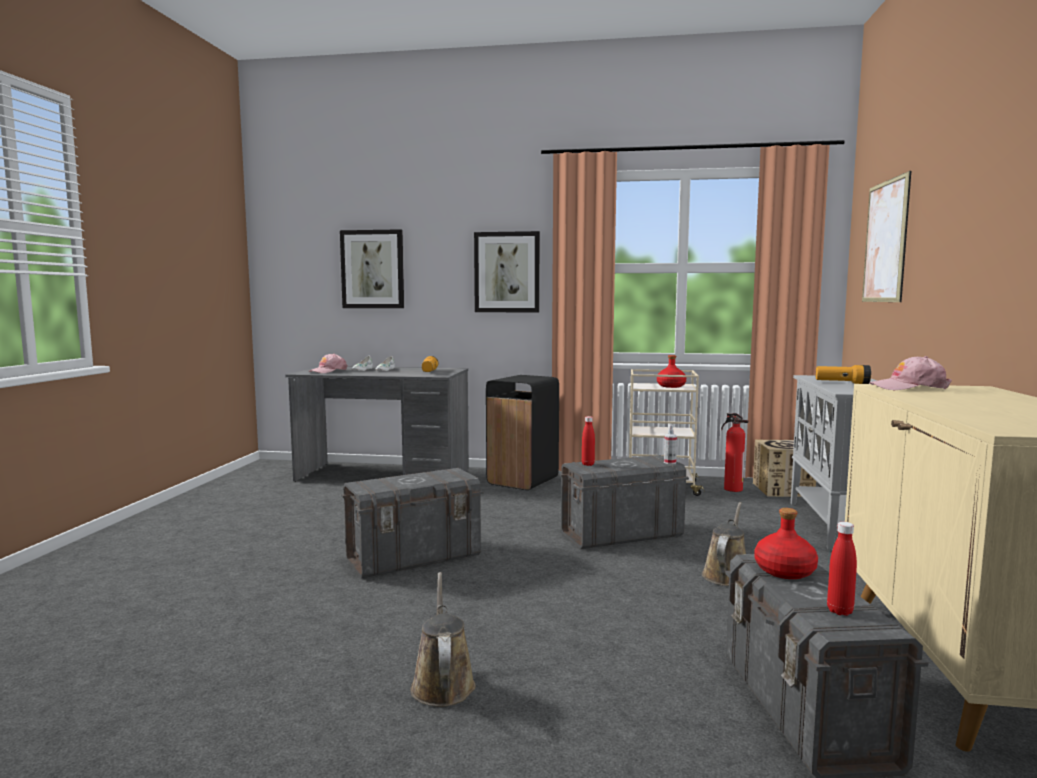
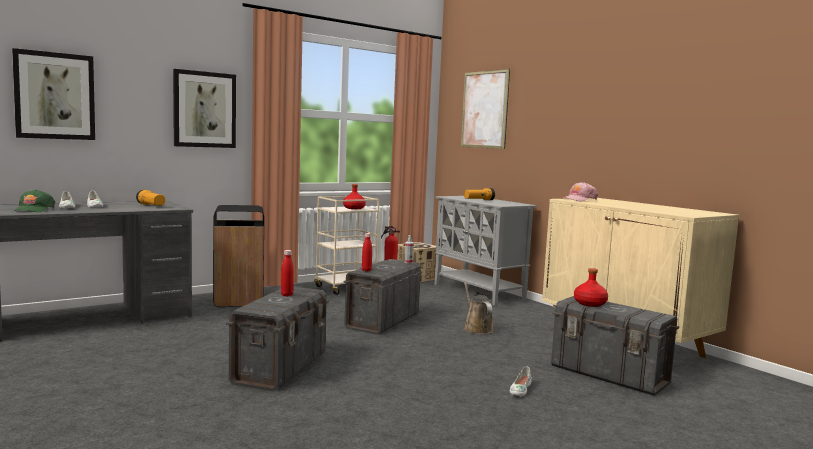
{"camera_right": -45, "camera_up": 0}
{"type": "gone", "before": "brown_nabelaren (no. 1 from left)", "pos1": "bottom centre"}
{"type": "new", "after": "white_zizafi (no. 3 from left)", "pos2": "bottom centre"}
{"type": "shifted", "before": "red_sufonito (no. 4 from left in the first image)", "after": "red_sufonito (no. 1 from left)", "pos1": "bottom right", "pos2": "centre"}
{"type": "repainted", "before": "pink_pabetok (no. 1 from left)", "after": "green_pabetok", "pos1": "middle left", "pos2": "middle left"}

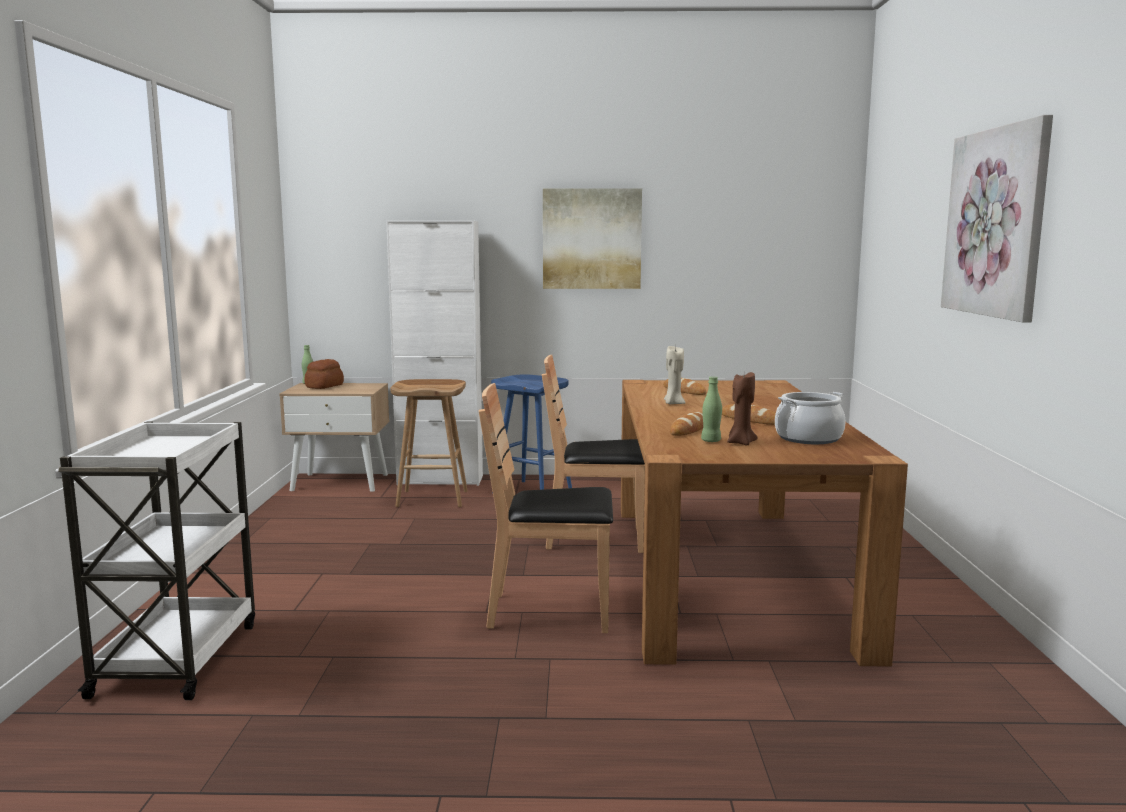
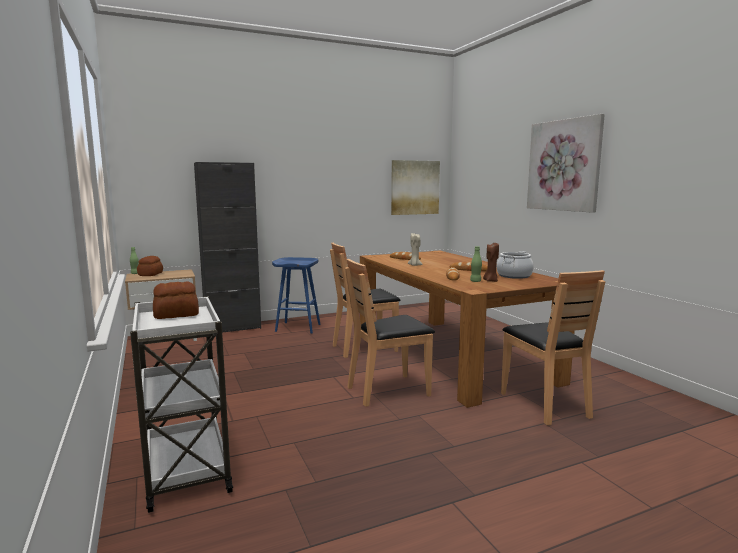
{"camera_right": -25, "camera_up": 0}
{"type": "gone", "before": "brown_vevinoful", "pos1": "centre"}
{"type": "new", "after": "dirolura (no. 2 from left)", "pos2": "middle left"}
{"type": "new", "after": "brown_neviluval (no. 3 from left)", "pos2": "middle right"}
{"type": "shifted", "before": "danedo (no. 1 from left)", "pos1": "top centre", "pos2": "centre"}
{"type": "repainted", "before": "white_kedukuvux", "after": "black_kedukuvux", "pos1": "centre", "pos2": "middle left"}

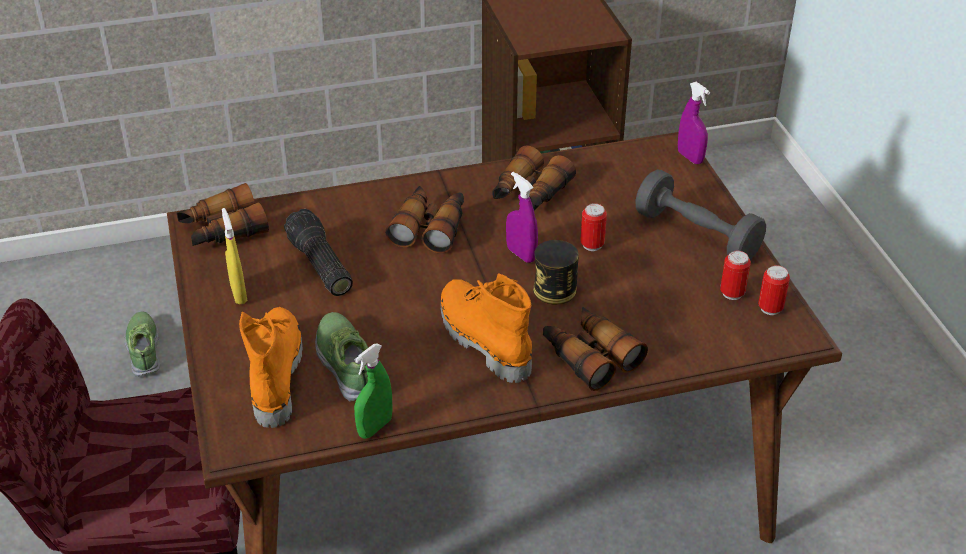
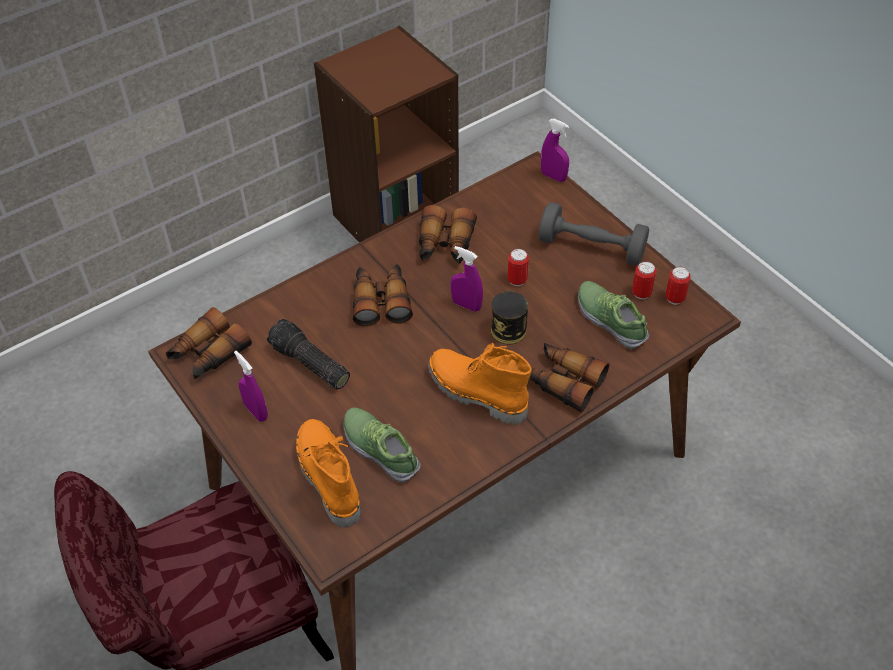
{"camera_right": -20, "camera_up": 10}
{"type": "gone", "before": "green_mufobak", "pos1": "bottom centre"}
{"type": "shifted", "before": "zizafi (no. 1 from left in the first image)", "after": "zizafi (no. 2 from left)", "pos1": "middle left", "pos2": "middle right"}
{"type": "repainted", "before": "yellow_mufobak", "after": "purple_mufobak (no. 1 from left)", "pos1": "middle left", "pos2": "middle left"}

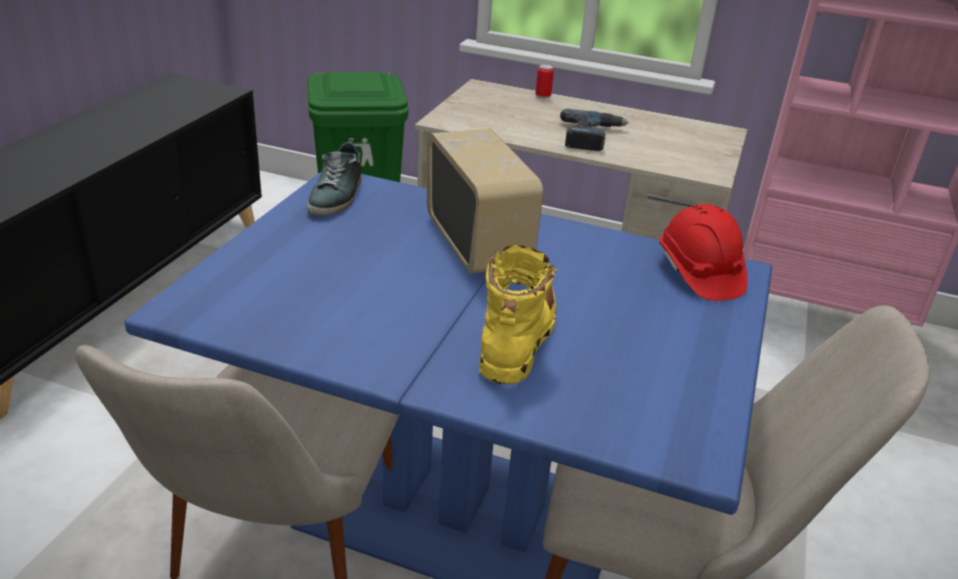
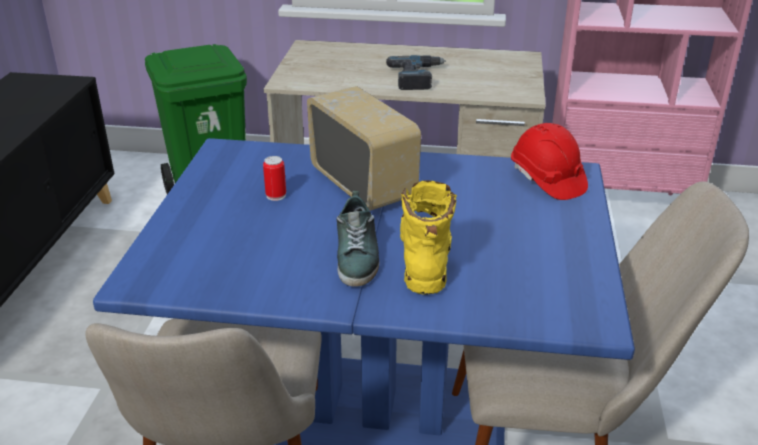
{"camera_right": -10, "camera_up": 0}
{"type": "shifted", "before": "zizafi", "pos1": "top centre", "pos2": "centre"}
{"type": "shifted", "before": "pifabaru", "pos1": "top centre", "pos2": "centre"}

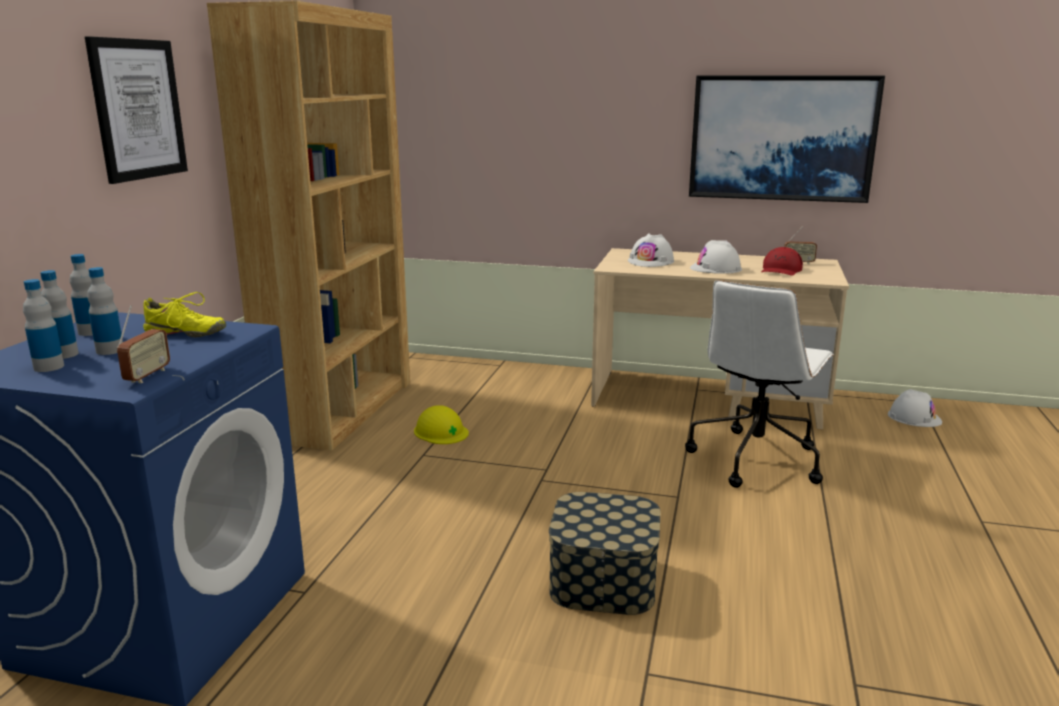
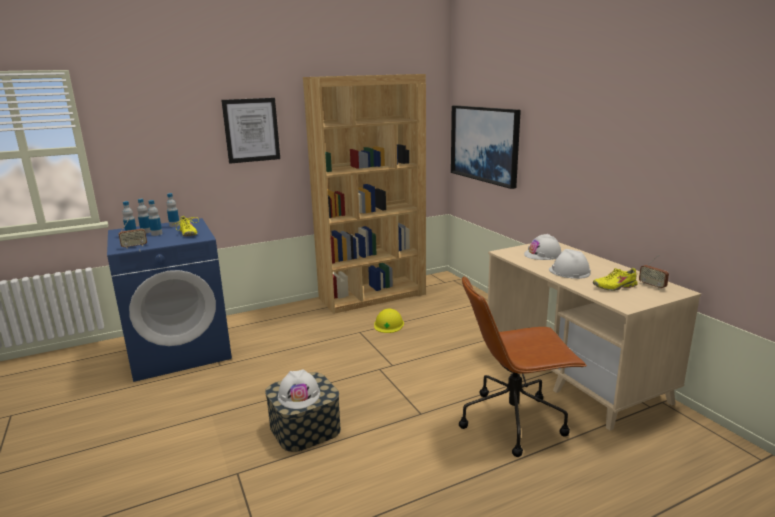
{"camera_right": 50, "camera_up": 0}
{"type": "shifted", "before": "danedo (no. 2 from left)", "pos1": "top right", "pos2": "top centre"}
{"type": "shifted", "before": "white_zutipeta (no. 3 from left in the first image)", "after": "white_zutipeta (no. 1 from left)", "pos1": "middle right", "pos2": "bottom centre"}
{"type": "swapped", "before": "red_pabetok", "after": "yellow_zizafi (no. 2 from left)", "pos1": "middle right", "pos2": "middle right"}
{"type": "repainted", "before": "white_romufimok", "after": "brown_romufimok", "pos1": "middle right", "pos2": "bottom right"}

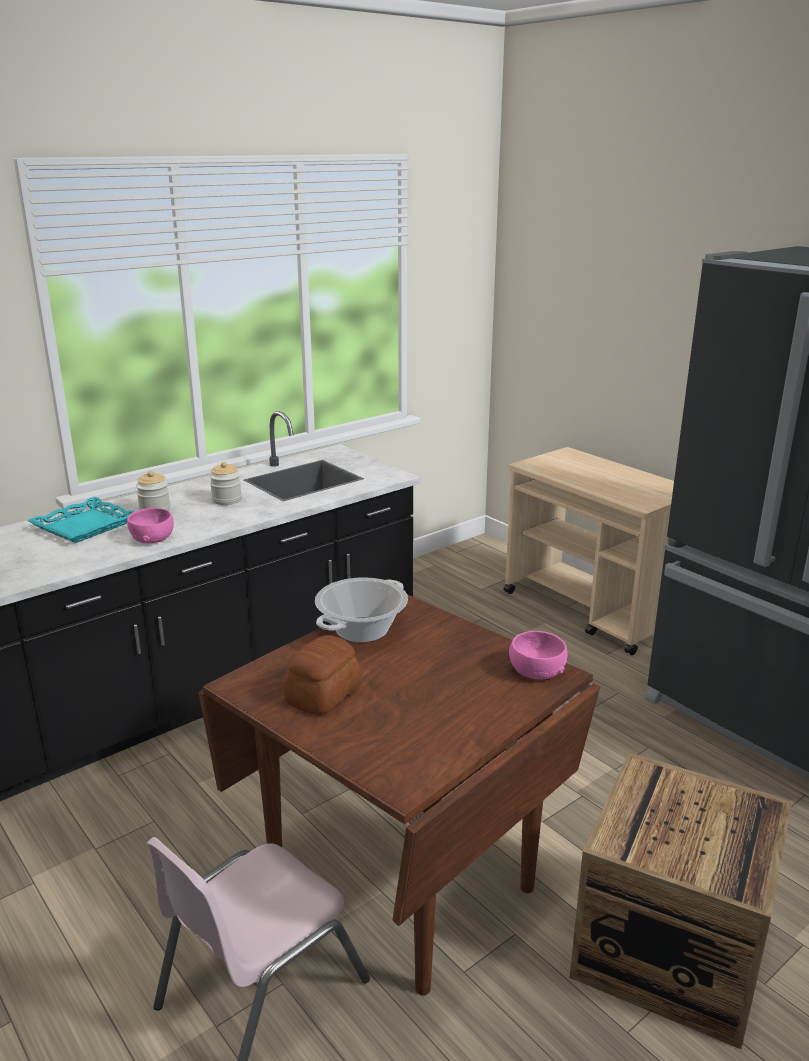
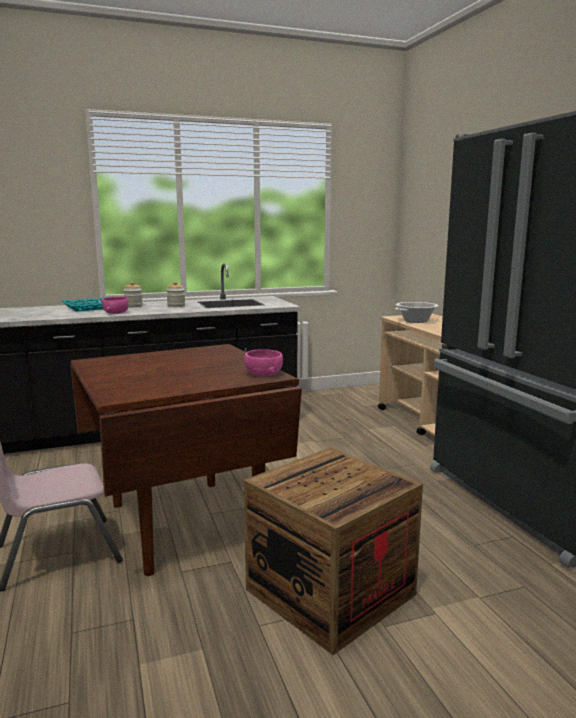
{"camera_right": 20, "camera_up": -10}
{"type": "gone", "before": "dirolura", "pos1": "centre"}
{"type": "shifted", "before": "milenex", "pos1": "centre", "pos2": "middle right"}

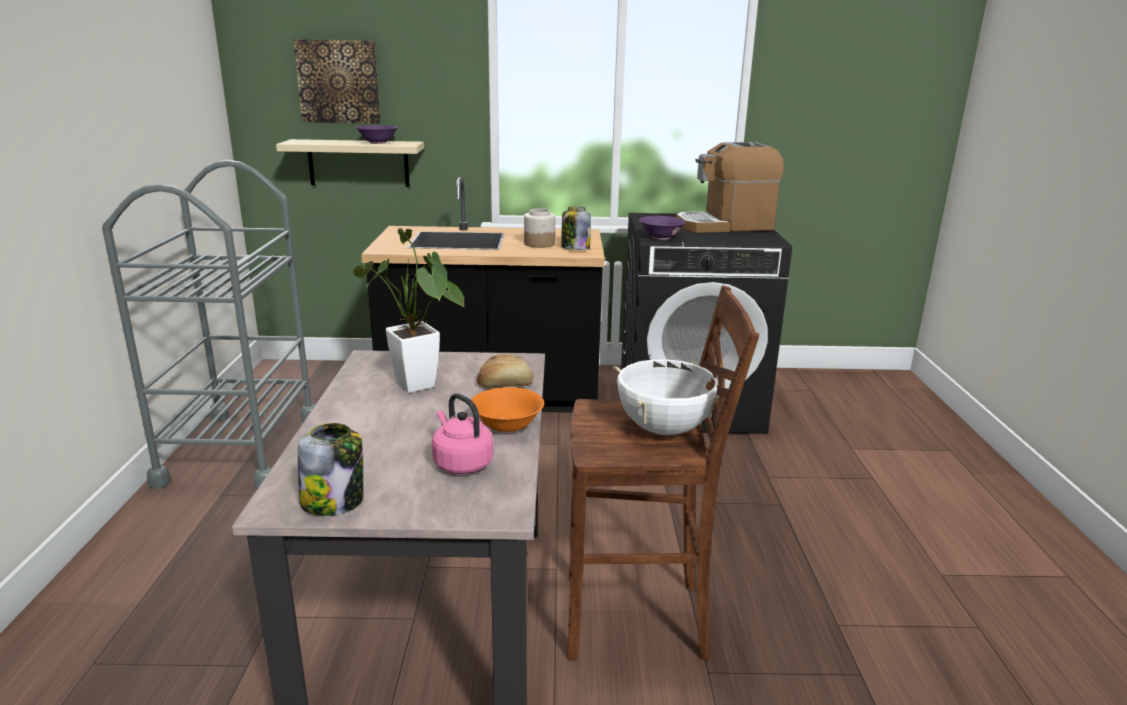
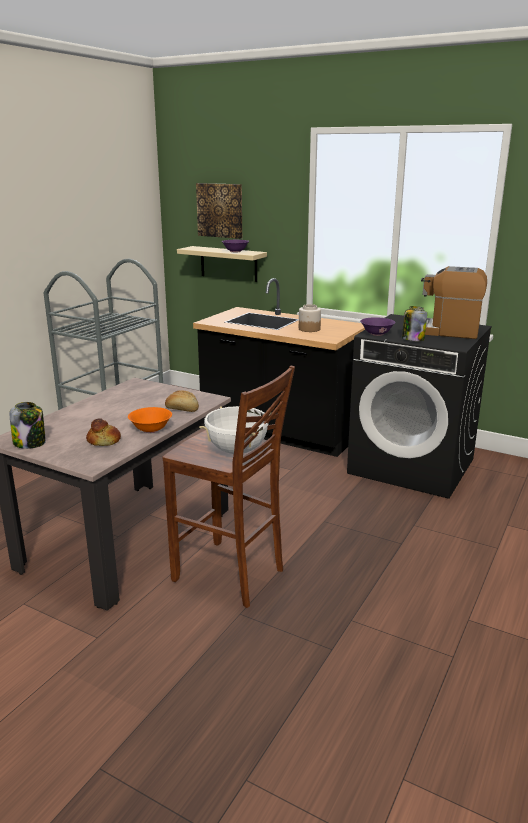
{"camera_right": 30, "camera_up": 0}
{"type": "gone", "before": "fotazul", "pos1": "centre"}
{"type": "shifted", "before": "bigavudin (no. 3 from left)", "pos1": "top centre", "pos2": "middle right"}
{"type": "swapped", "before": "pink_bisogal", "after": "dirolura (no. 1 from left)", "pos1": "centre", "pos2": "middle left"}

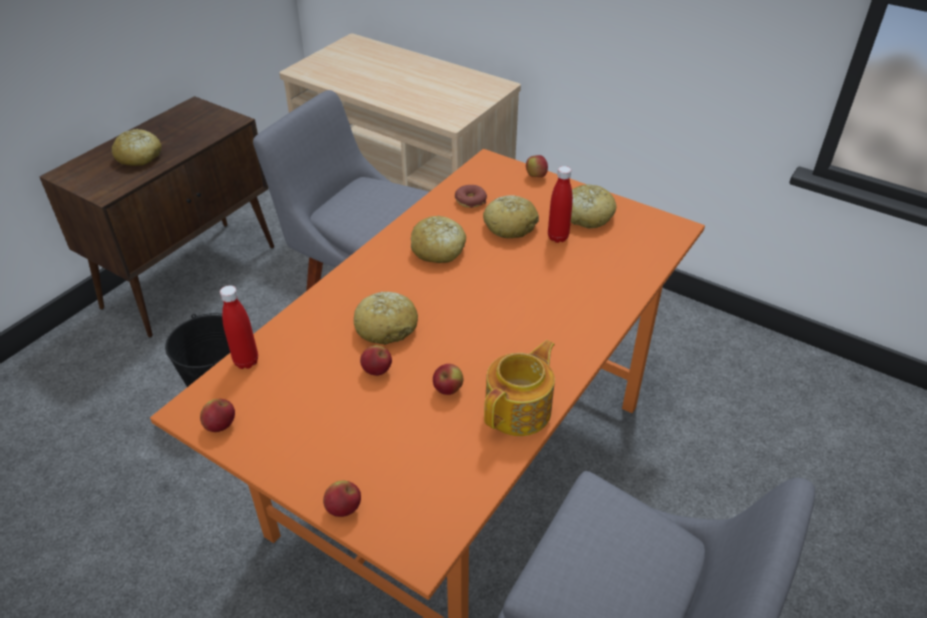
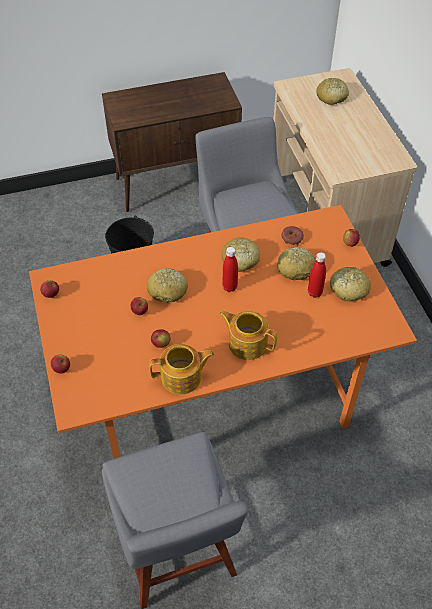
{"camera_right": 40, "camera_up": 10}
{"type": "new", "after": "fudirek (no. 2 from left)", "pos2": "centre"}
{"type": "shifted", "before": "dirolura (no. 1 from left in the first image)", "after": "dirolura (no. 4 from left)", "pos1": "top left", "pos2": "top right"}
{"type": "shifted", "before": "red_sufonito (no. 1 from left)", "pos1": "middle left", "pos2": "centre"}

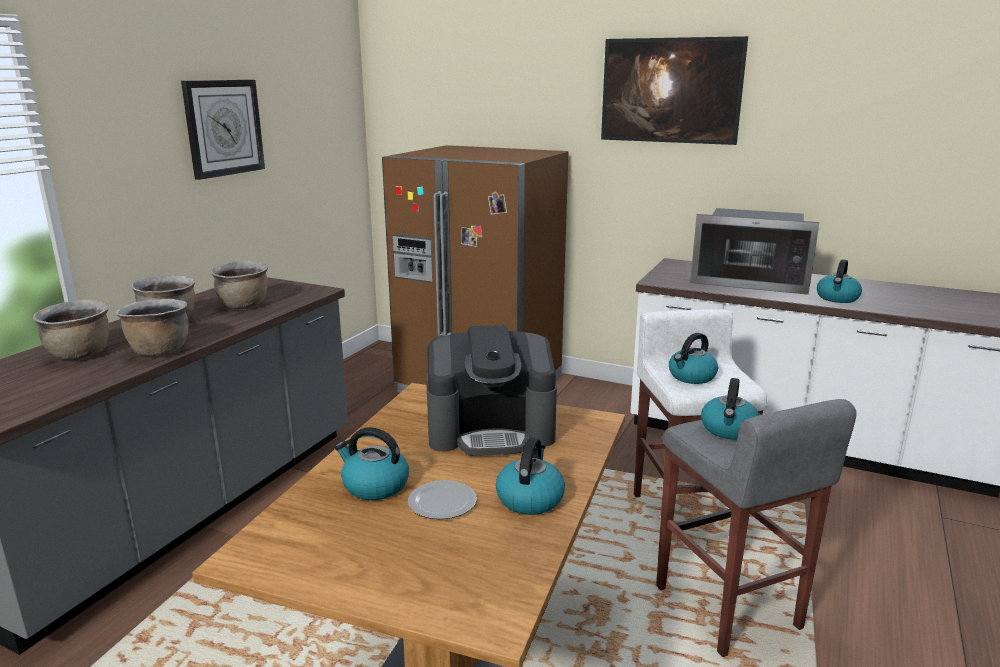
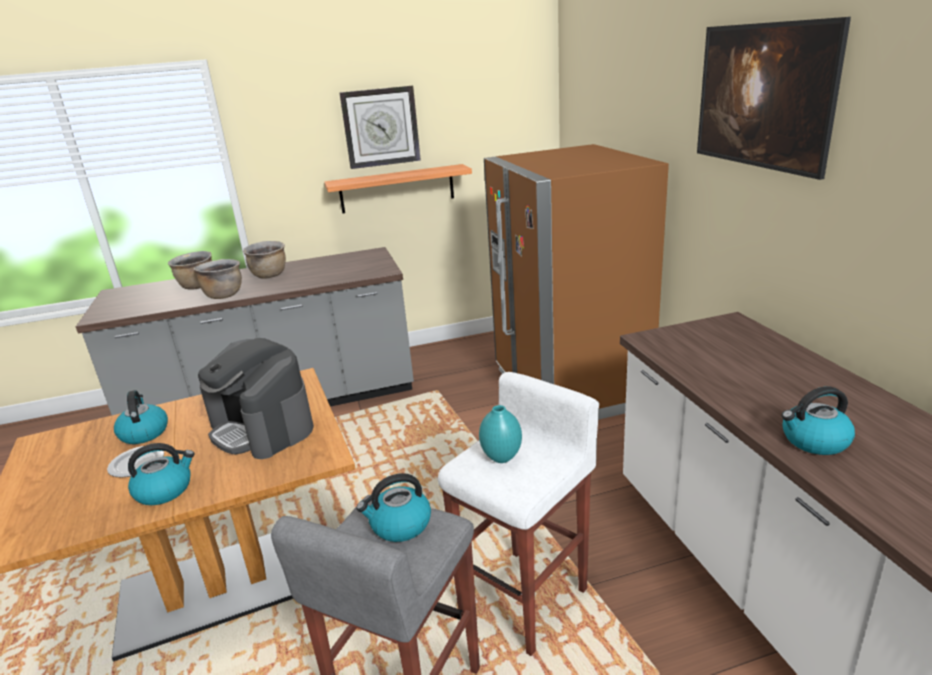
{"camera_right": 50, "camera_up": 5}
{"type": "gone", "before": "brown_milenex (no. 4 from left)", "pos1": "middle left"}
{"type": "gone", "before": "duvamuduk", "pos1": "middle right"}
{"type": "new", "after": "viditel", "pos2": "top centre"}
{"type": "swapped", "before": "bisogal (no. 3 from left)", "after": "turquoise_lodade", "pos1": "middle right", "pos2": "centre"}

